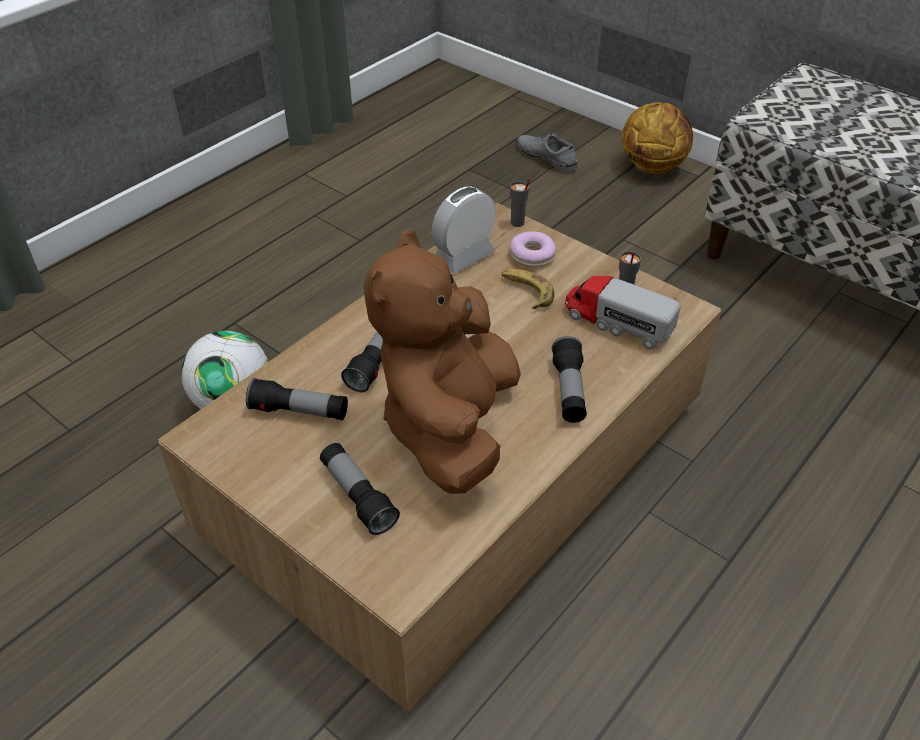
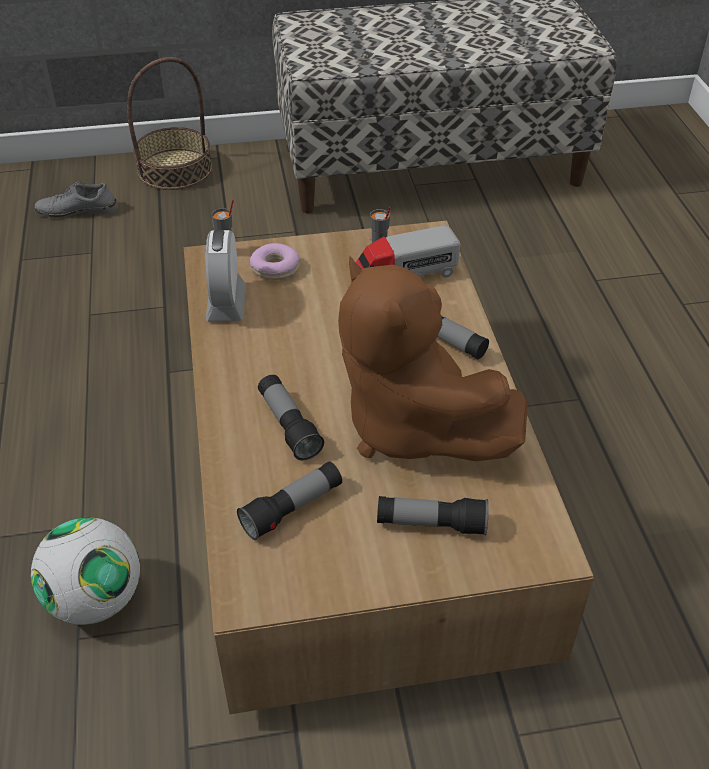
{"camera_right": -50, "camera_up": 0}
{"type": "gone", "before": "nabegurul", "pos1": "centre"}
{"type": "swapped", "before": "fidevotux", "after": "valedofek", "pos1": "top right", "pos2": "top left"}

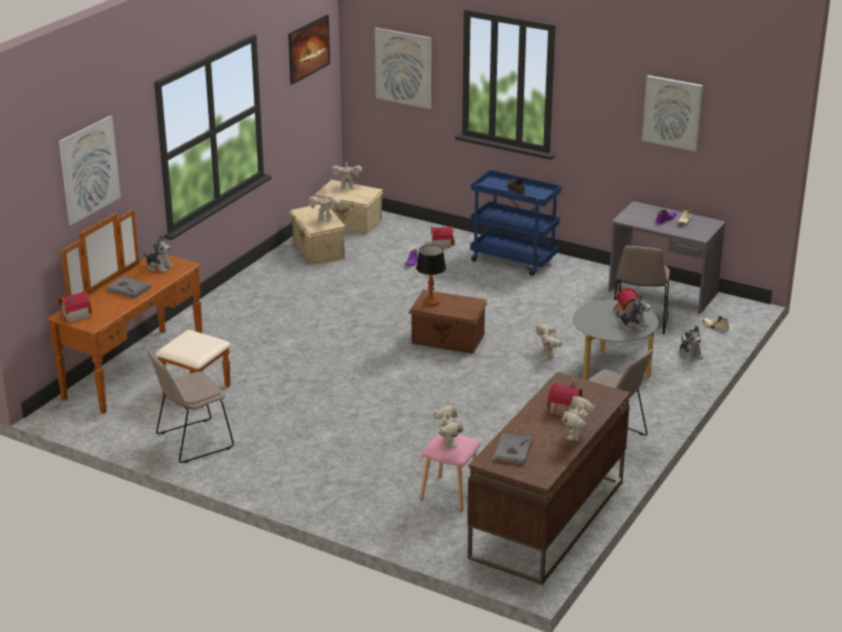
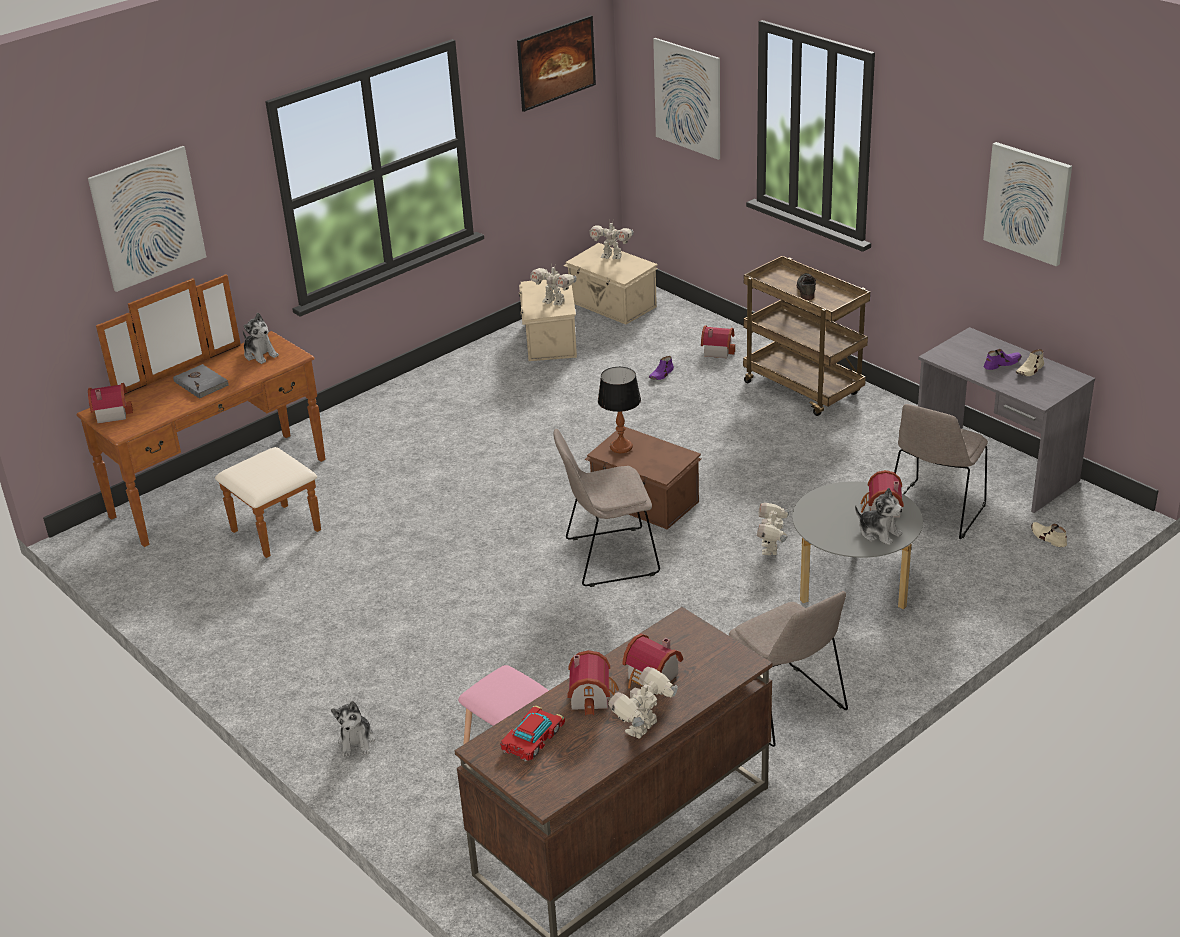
{"camera_right": 20, "camera_up": 5}
{"type": "gone", "before": "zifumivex (no. 3 from left)", "pos1": "bottom centre"}
{"type": "new", "after": "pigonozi (no. 2 from left)", "pos2": "bottom centre"}
{"type": "shifted", "before": "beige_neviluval (no. 1 from left)", "pos1": "middle left", "pos2": "centre"}
{"type": "shifted", "before": "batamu (no. 3 from left in the first image)", "after": "batamu (no. 2 from left)", "pos1": "middle right", "pos2": "bottom left"}
{"type": "swapped", "before": "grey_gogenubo (no. 2 from left)", "after": "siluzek", "pos1": "bottom centre", "pos2": "bottom centre"}
{"type": "repainted", "before": "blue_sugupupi", "after": "brown_sugupupi", "pos1": "centre", "pos2": "middle right"}

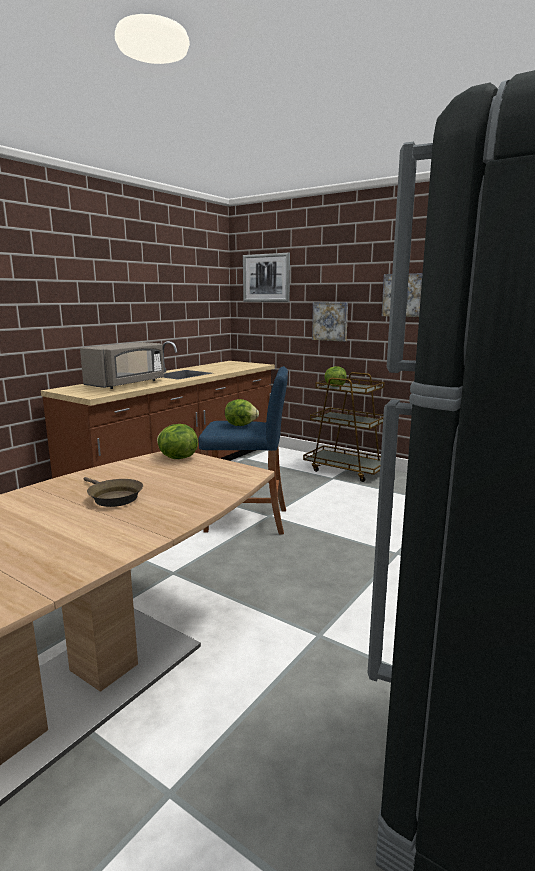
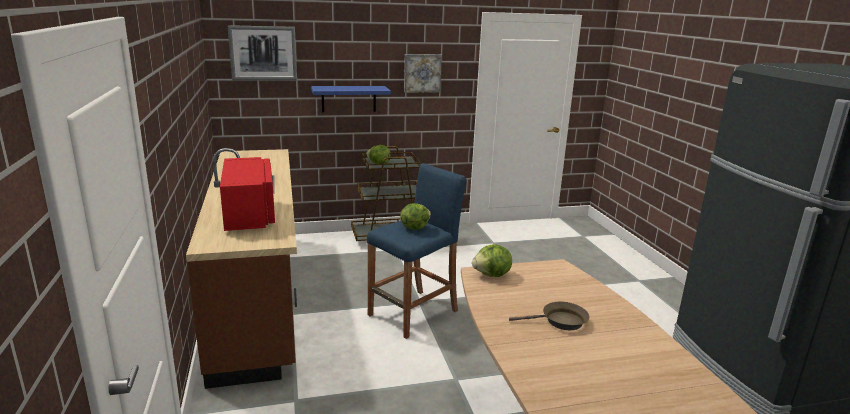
{"camera_right": -50, "camera_up": 5}
{"type": "swapped", "before": "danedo (no. 2 from left)", "after": "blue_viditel", "pos1": "centre", "pos2": "top centre"}
{"type": "repainted", "before": "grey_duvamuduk", "after": "red_duvamuduk", "pos1": "middle left", "pos2": "middle left"}

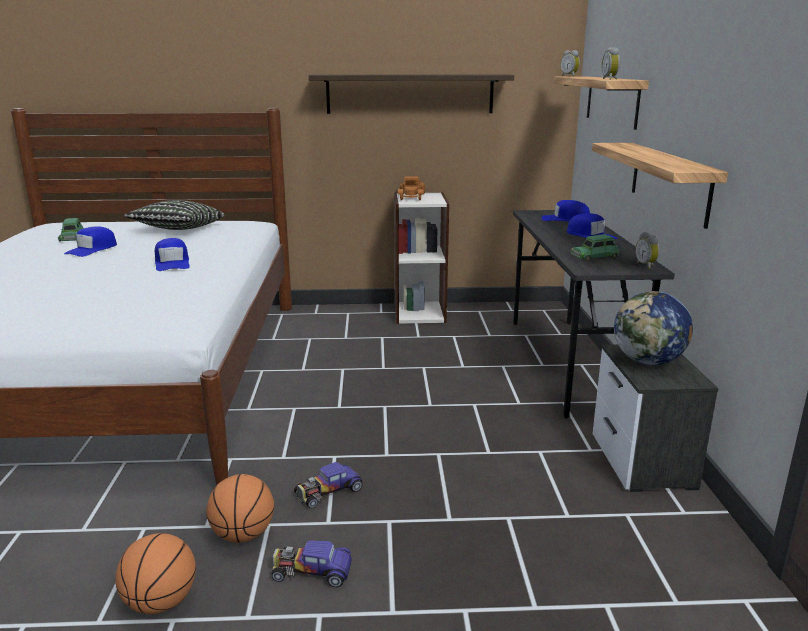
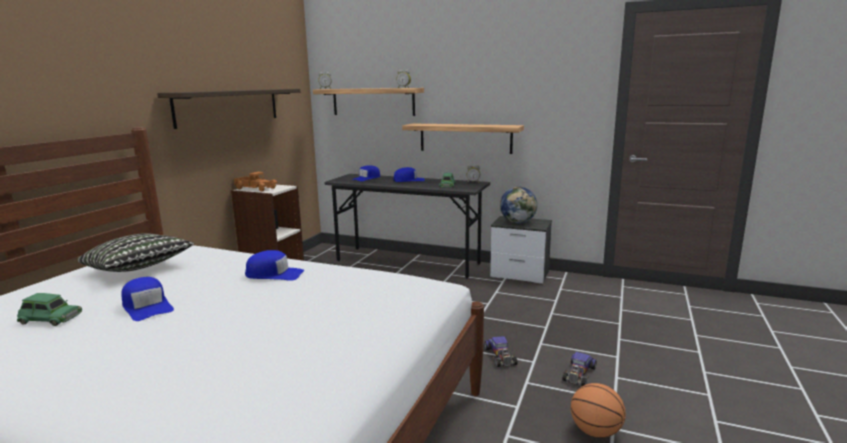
{"camera_right": -65, "camera_up": -5}
{"type": "gone", "before": "fidevotux (no. 2 from left)", "pos1": "bottom left"}

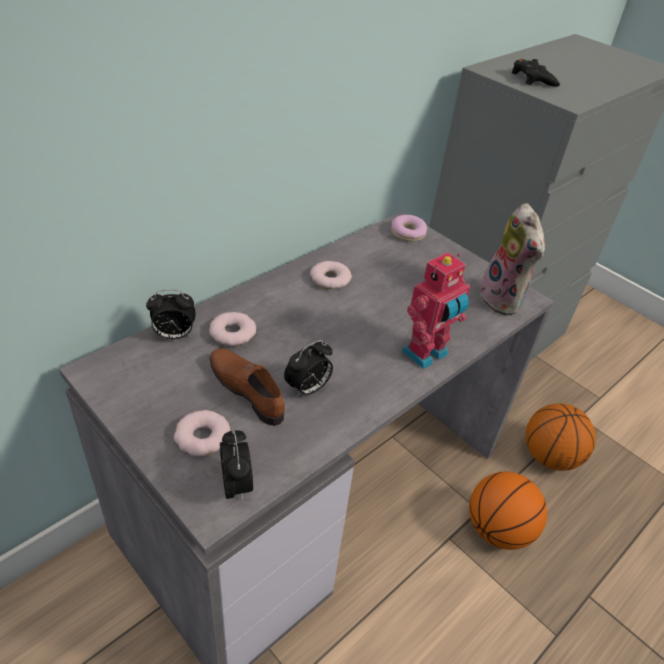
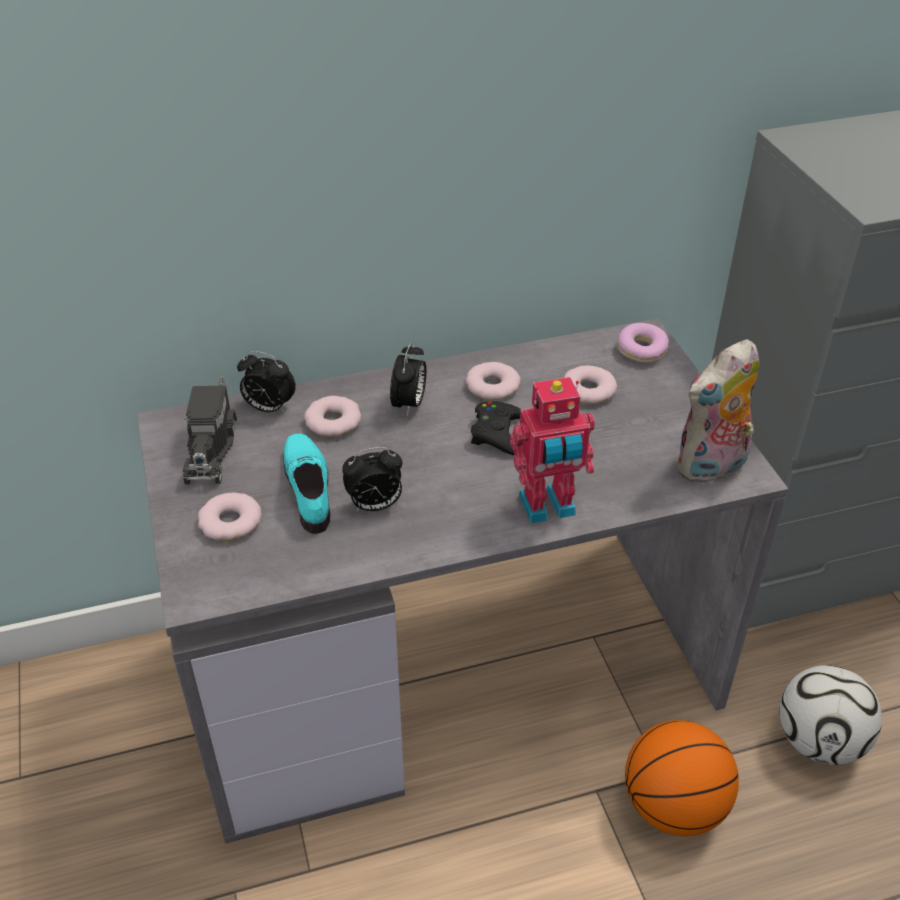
{"camera_right": 30, "camera_up": 0}
{"type": "new", "after": "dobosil", "pos2": "middle left"}
{"type": "new", "after": "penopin (no. 4 from left)", "pos2": "centre"}
{"type": "shifted", "before": "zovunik (no. 2 from left in the first image)", "after": "zovunik (no. 3 from left)", "pos1": "bottom centre", "pos2": "centre"}
{"type": "shifted", "before": "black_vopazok", "pos1": "top right", "pos2": "centre"}
{"type": "swapped", "before": "fidevotux (no. 2 from left)", "after": "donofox", "pos1": "middle right", "pos2": "bottom right"}
{"type": "repainted", "before": "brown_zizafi", "after": "turquoise_zizafi", "pos1": "centre", "pos2": "centre"}
{"type": "rotated", "before": "batamu", "pos1": "middle right", "pos2": "middle right", "turn": 45}

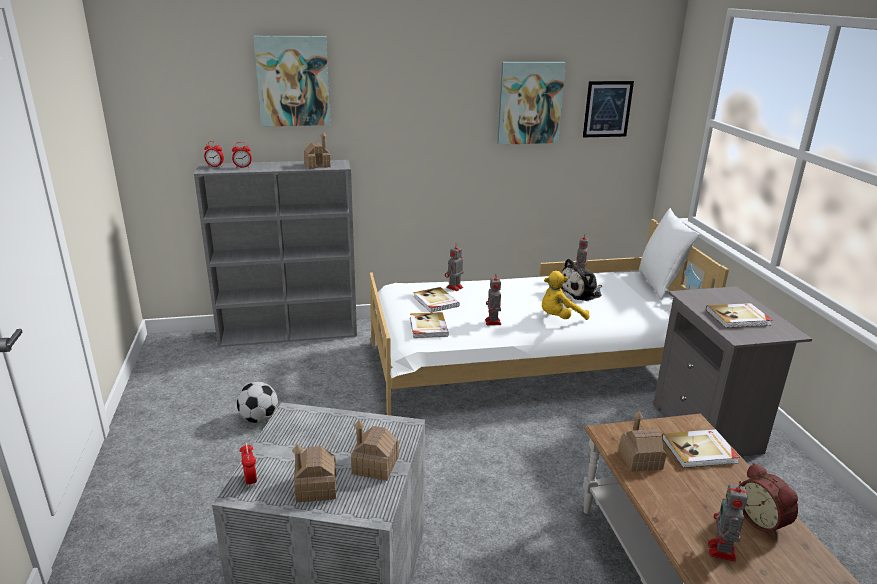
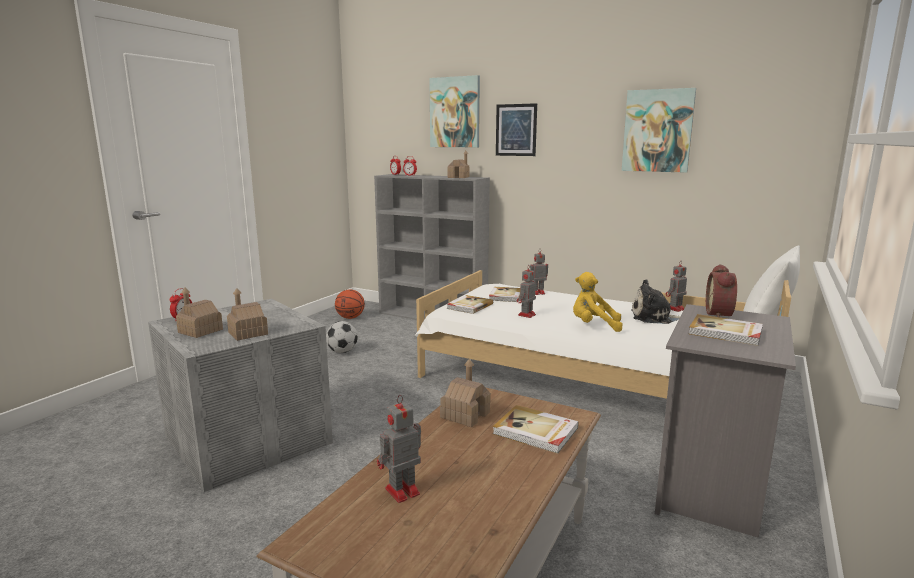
{"camera_right": 40, "camera_up": -10}
{"type": "new", "after": "fidevotux", "pos2": "centre"}
{"type": "shifted", "before": "danedo (no. 3 from left in the first image)", "after": "danedo (no. 2 from left)", "pos1": "top right", "pos2": "top centre"}
{"type": "shifted", "before": "zovunik (no. 4 from left)", "pos1": "bottom right", "pos2": "middle right"}

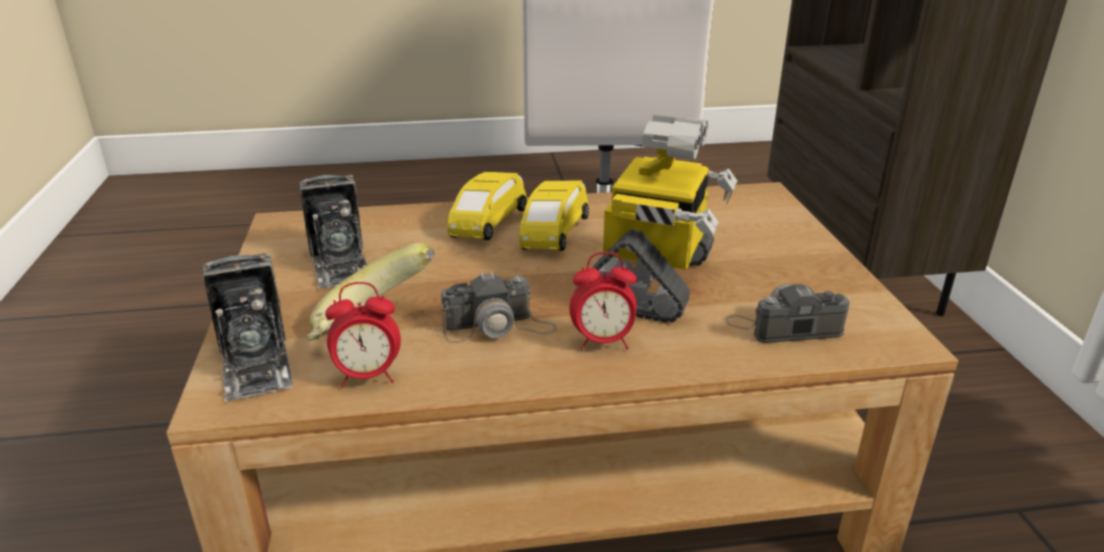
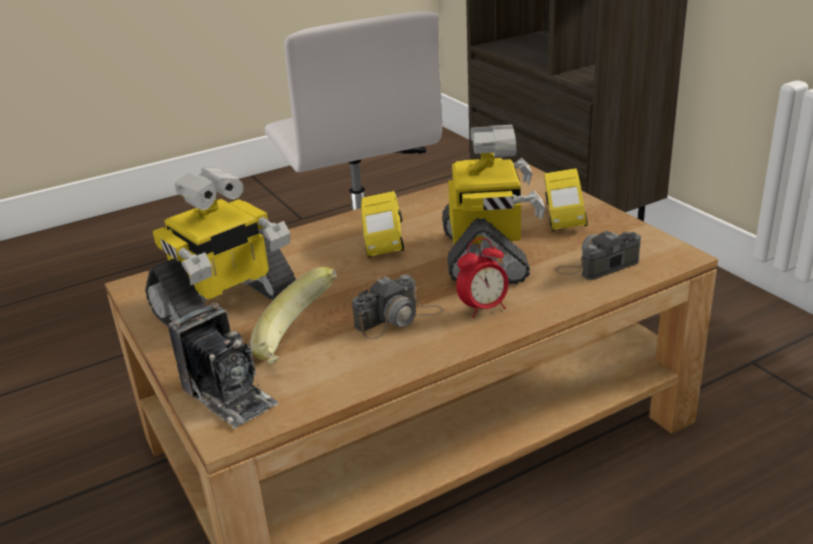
{"camera_right": -20, "camera_up": 0}
{"type": "gone", "before": "zovunik (no. 1 from left)", "pos1": "middle left"}
{"type": "shifted", "before": "yellow_siluzek (no. 1 from left in the first image)", "after": "yellow_siluzek (no. 2 from left)", "pos1": "centre", "pos2": "middle right"}
{"type": "swapped", "before": "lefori (no. 2 from left)", "after": "zifumivex (no. 1 from left)", "pos1": "middle left", "pos2": "middle left"}

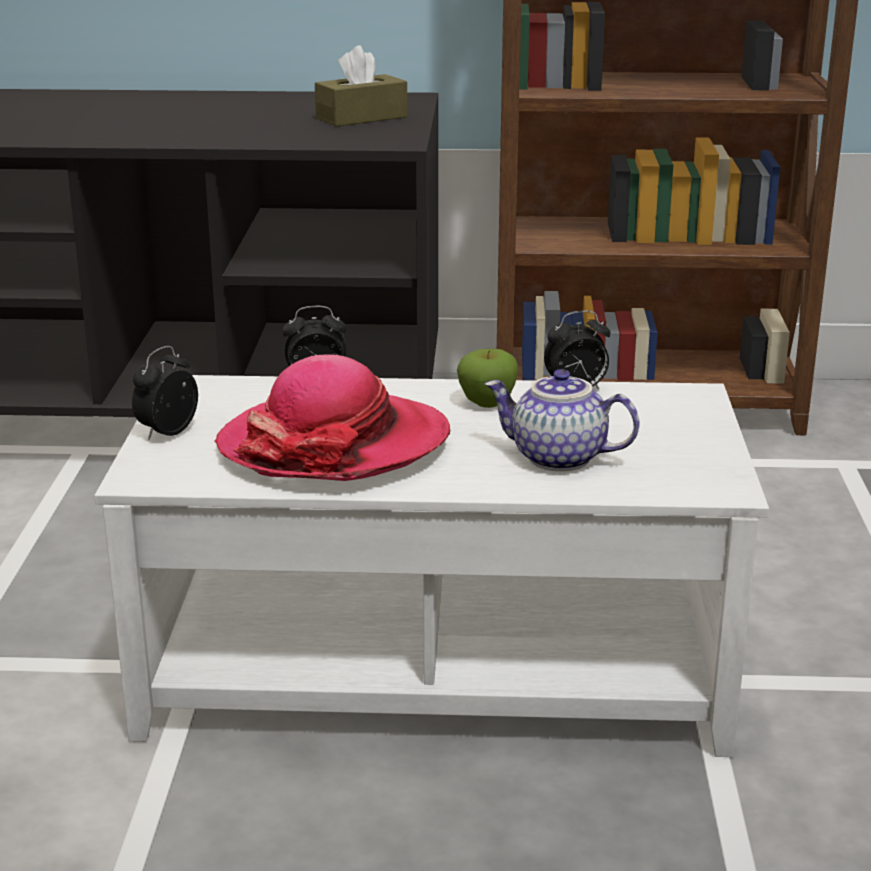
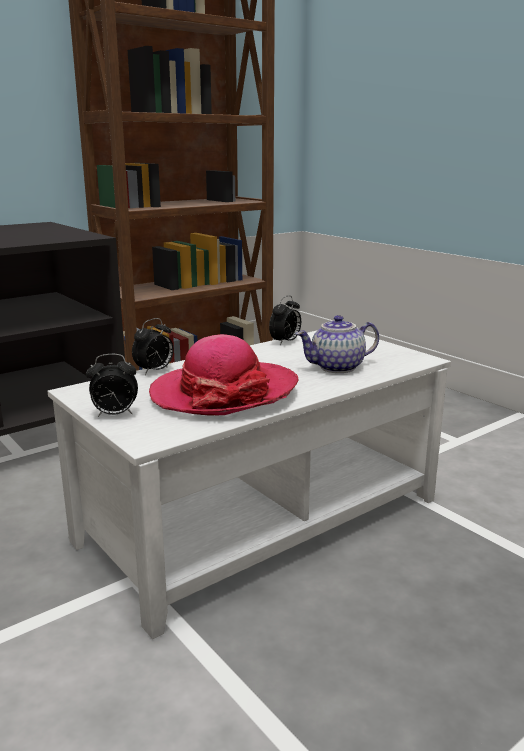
{"camera_right": -40, "camera_up": -5}
{"type": "gone", "before": "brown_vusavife", "pos1": "top centre"}
{"type": "gone", "before": "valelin", "pos1": "centre"}
{"type": "rotated", "before": "zovunik (no. 1 from left)", "pos1": "middle left", "pos2": "middle left", "turn": -90}

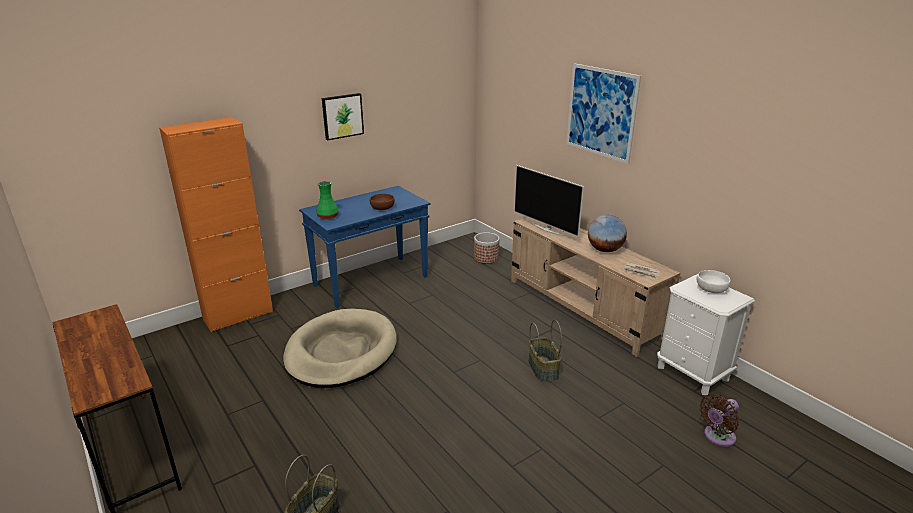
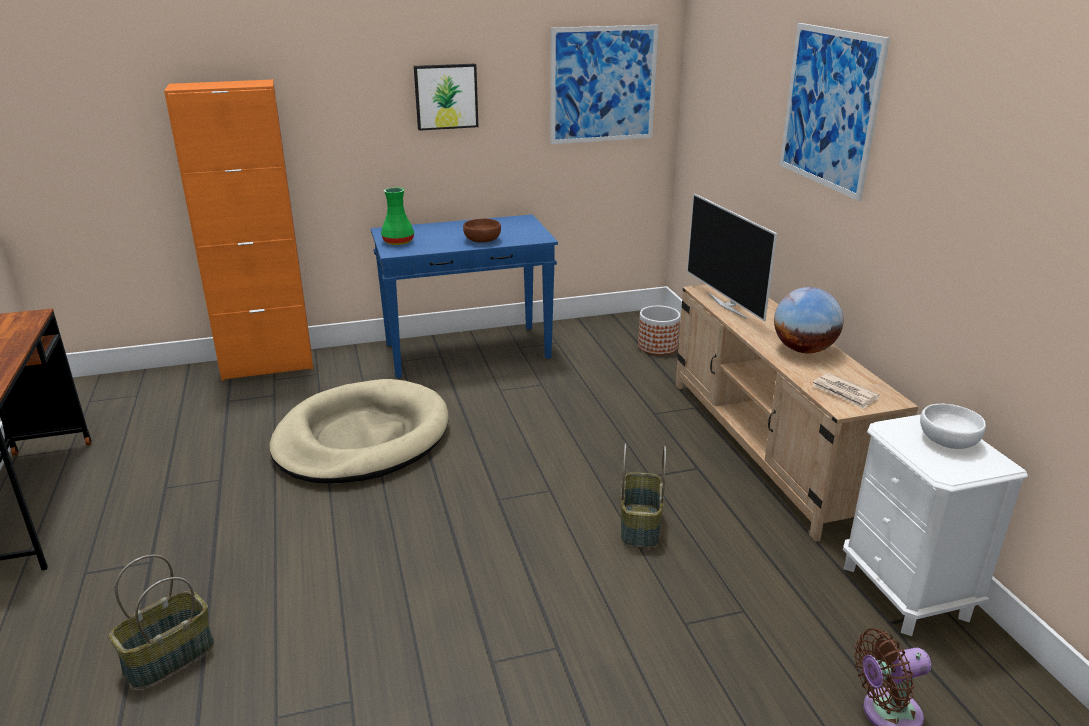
{"camera_right": 20, "camera_up": 0}
{"type": "new", "after": "danedo (no. 2 from left)", "pos2": "top centre"}

